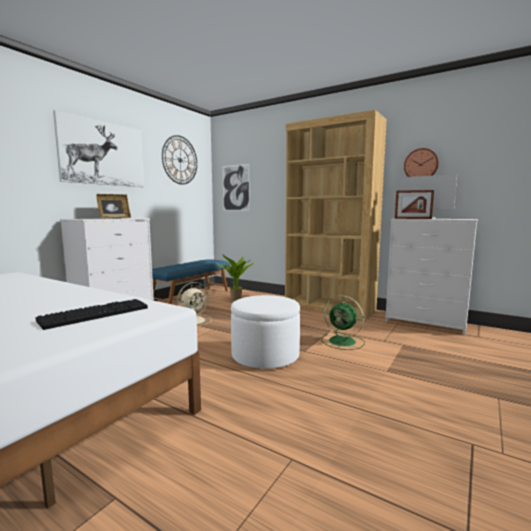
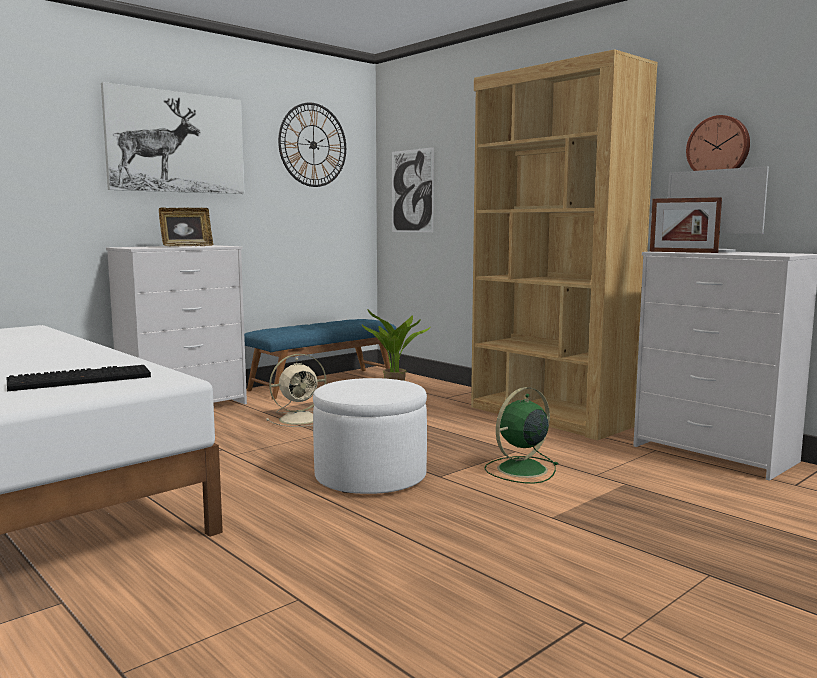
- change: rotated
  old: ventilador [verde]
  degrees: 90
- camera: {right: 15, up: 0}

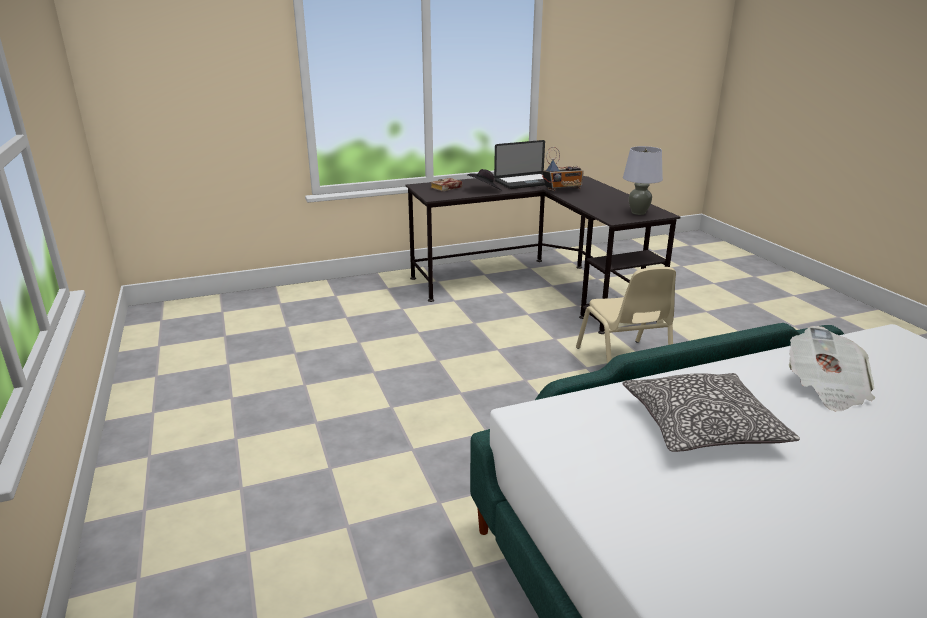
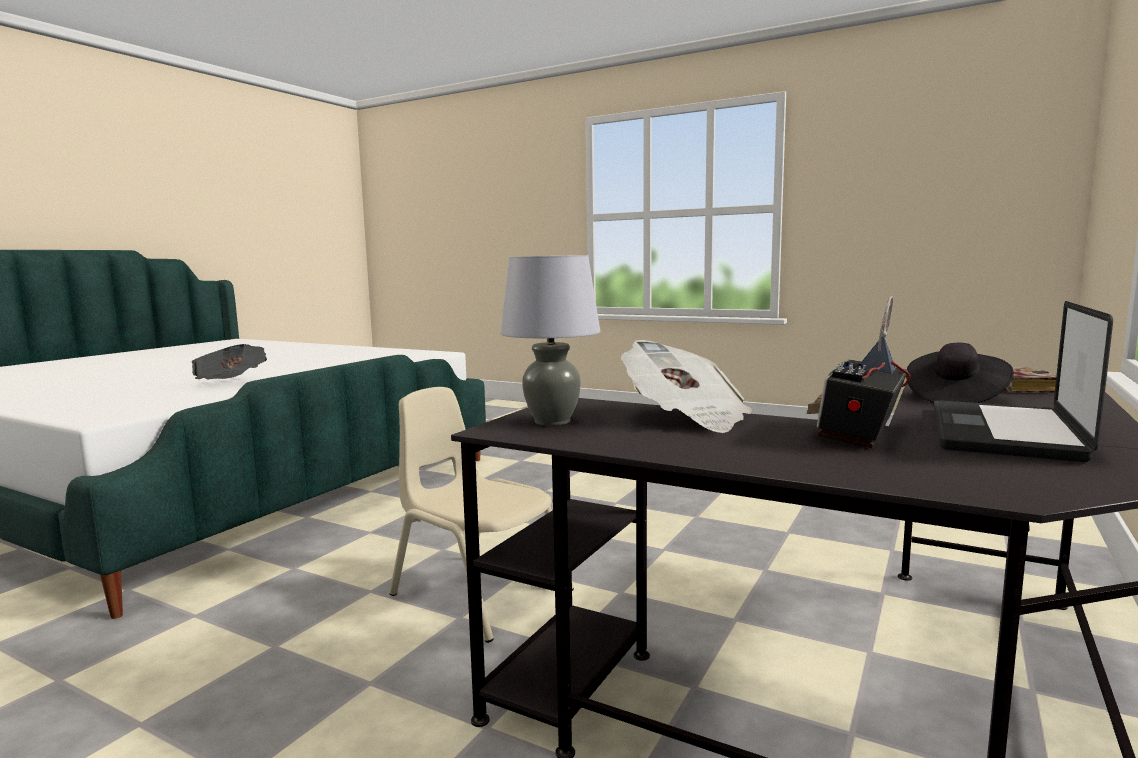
- change: new
  new: periódico (no. 2 from left)
- change: gone
  old: cojín
- camera: {right: 140, up: -15}

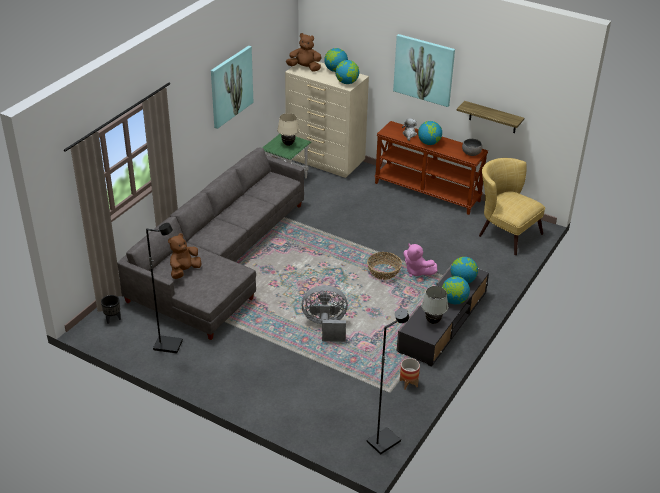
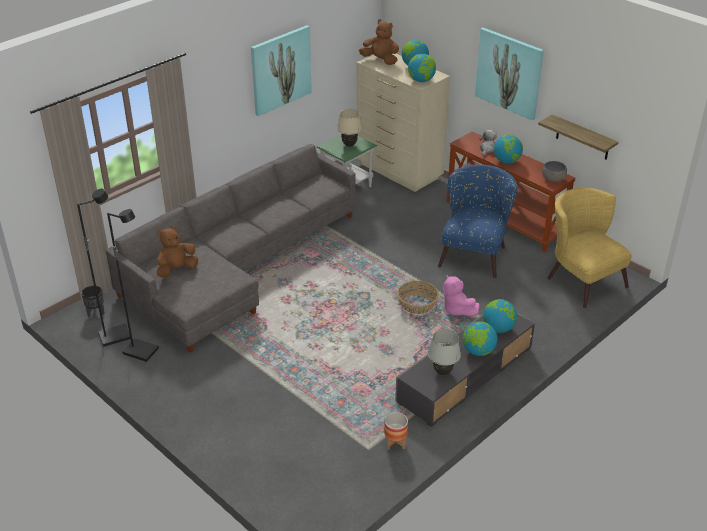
- change: shifted
  old: lámpara de pie [negro] (no. 2 from left in the first image)
  new: lámpara de pie [negro] (no. 1 from left)
- change: new
  new: sillón [azul]
- change: gone
  old: ventilador [gris]
- camera: {right: 15, up: 0}

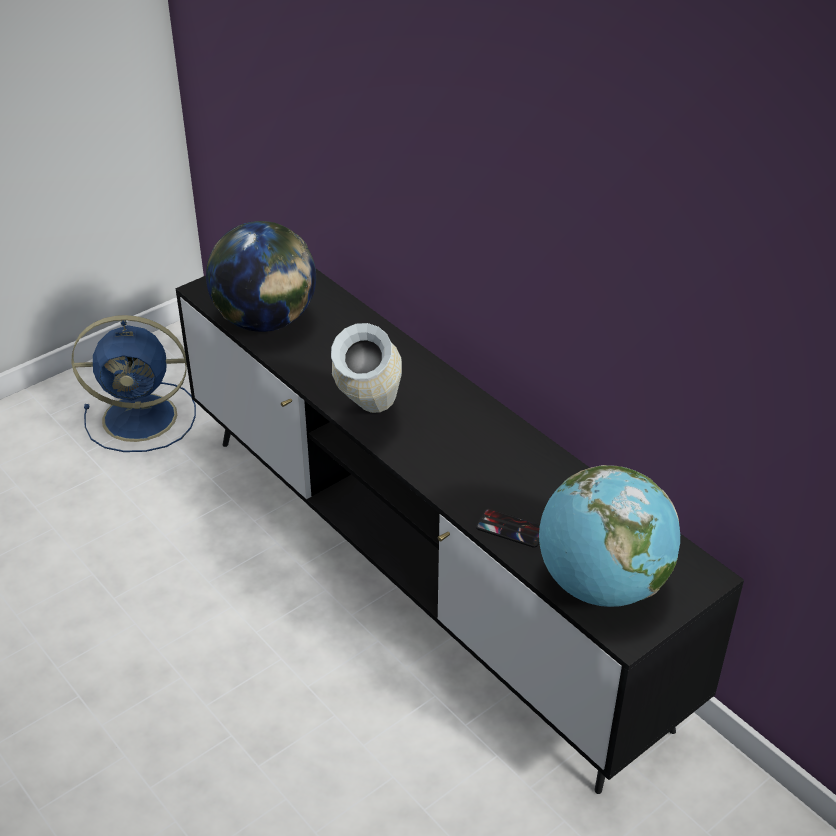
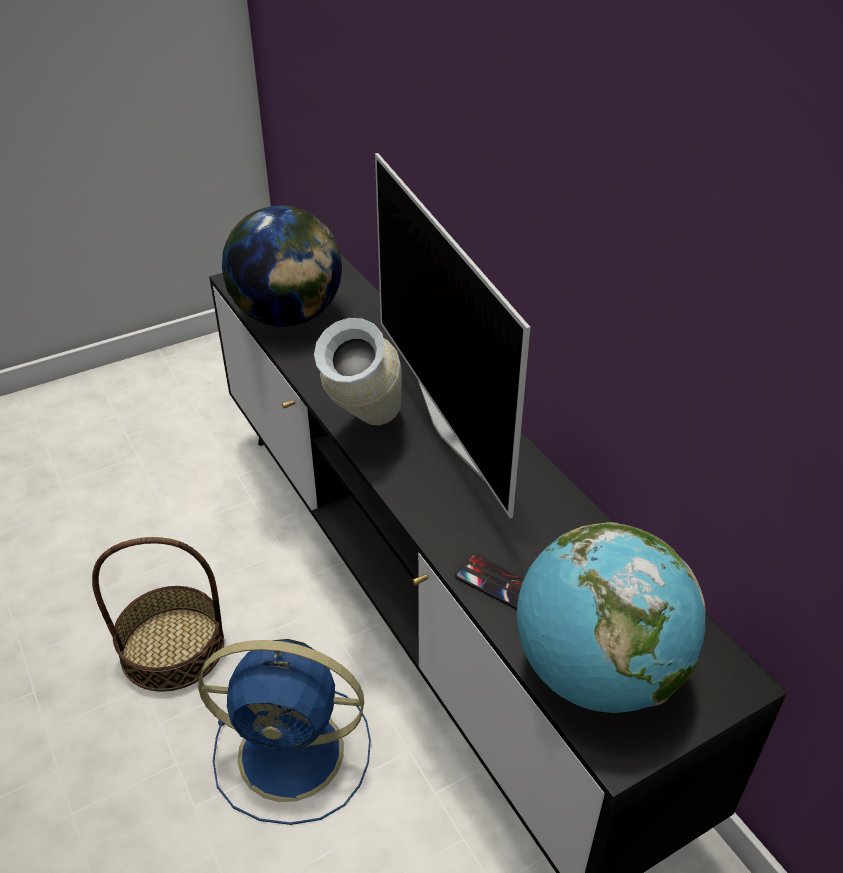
- change: new
  new: cesta
- change: shifted
  old: ventilador [azul]
- change: new
  new: televisor
- camera: {right: 10, up: 0}

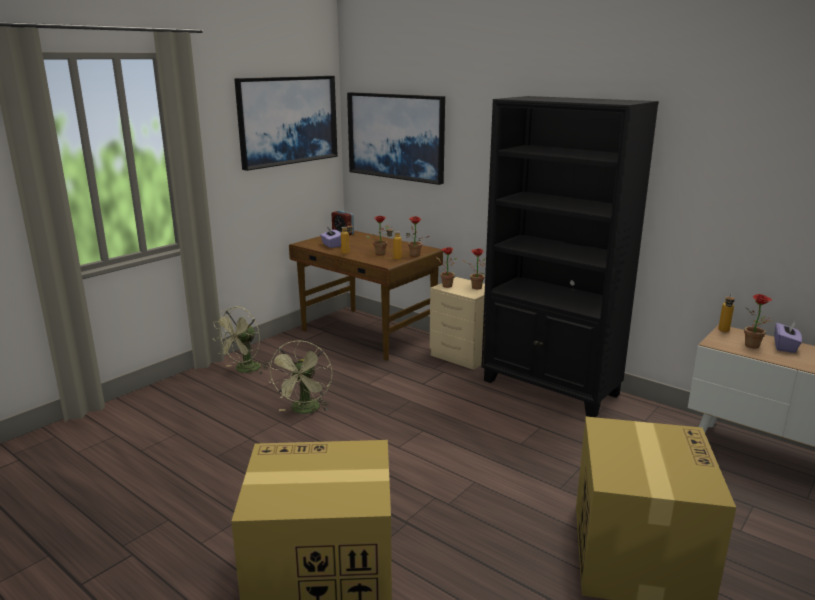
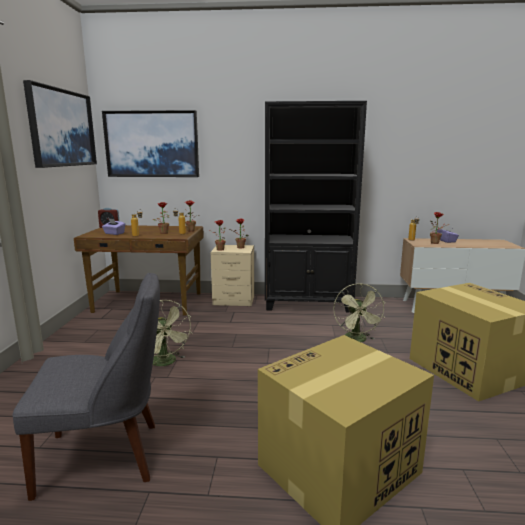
- change: new
  new: silla [gris]
- change: shifted
  old: ventilador [verde] (no. 1 from left in the first image)
  new: ventilador [verde] (no. 2 from left)
- camera: {right: -35, up: -5}

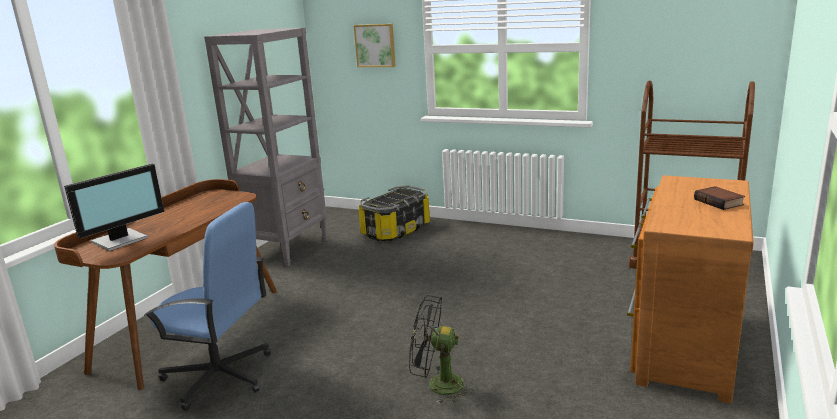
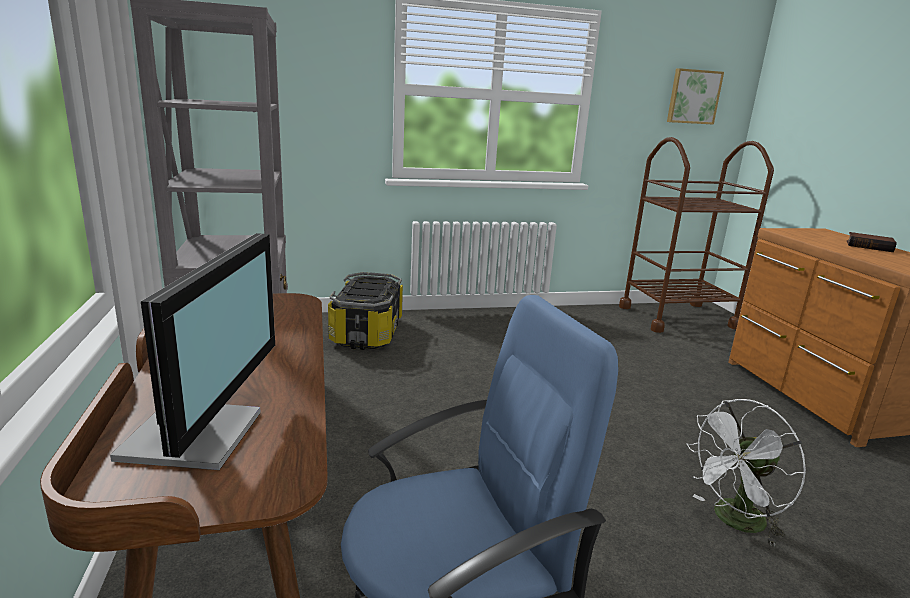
- change: shifted
  old: cuadro
- change: repainted
  old: ventilador [negro]
  new: ventilador [blanco]
- camera: {right: -40, up: 0}

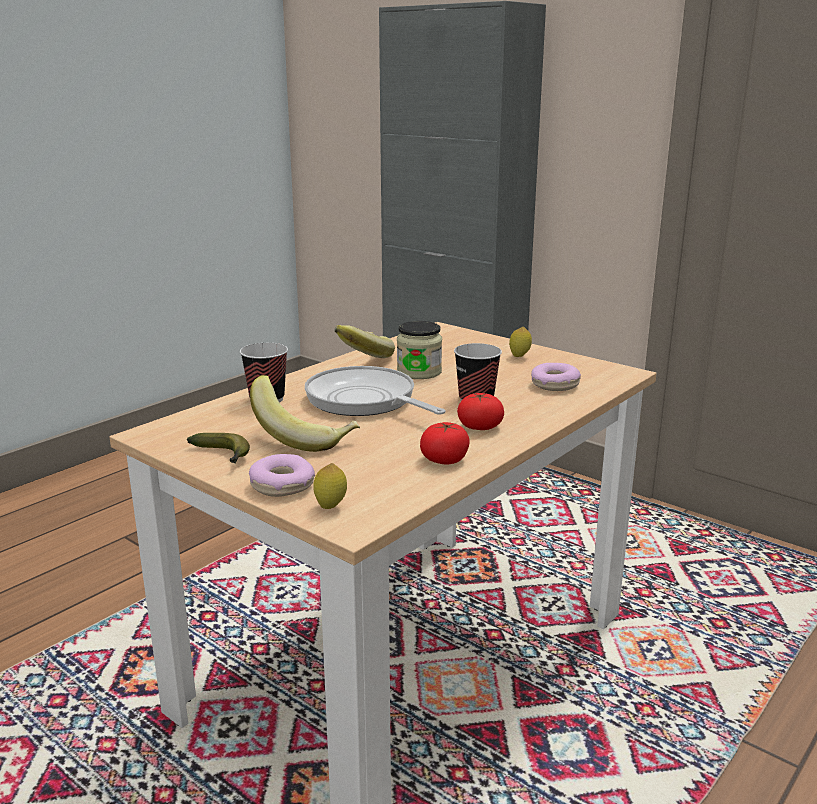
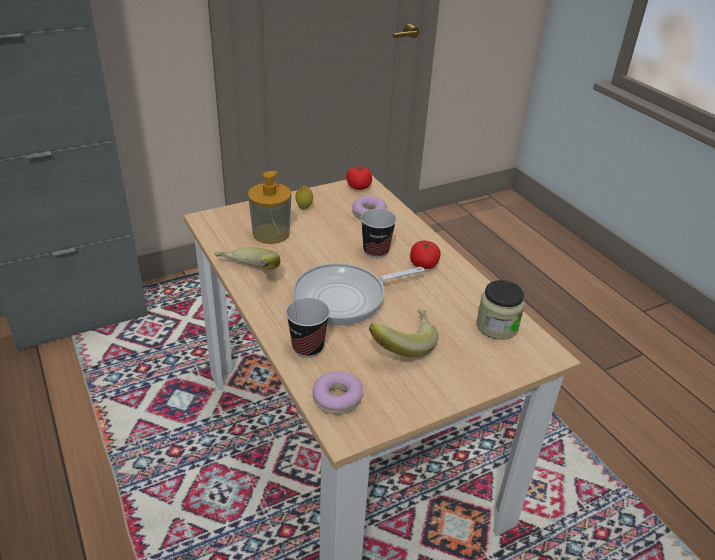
- change: new
  new: dispensador de jabón
- change: shifted
  old: rosquilla (no. 1 from left)
- change: shifted
  old: tomate (no. 1 from left)
- change: shifted
  old: tarro
- change: gone
  old: plátano (no. 1 from left)
- change: gone
  old: limón (no. 1 from left)
- camera: {right: -70, up: 15}

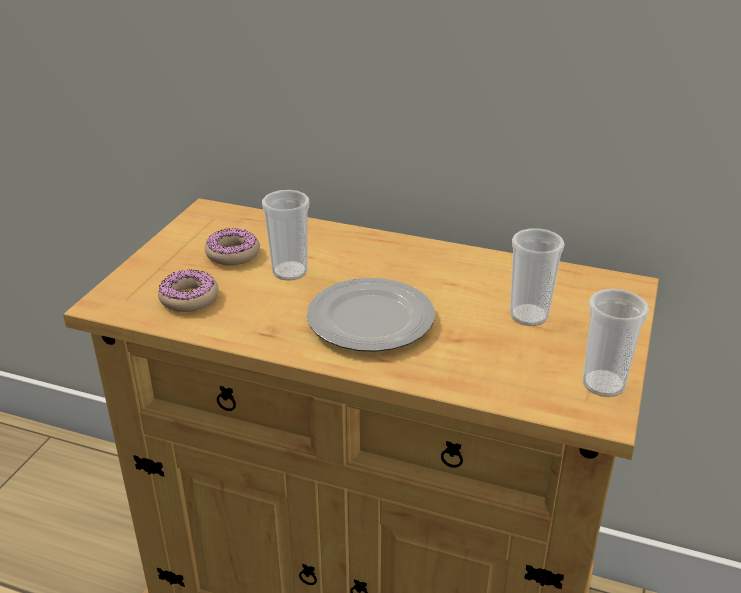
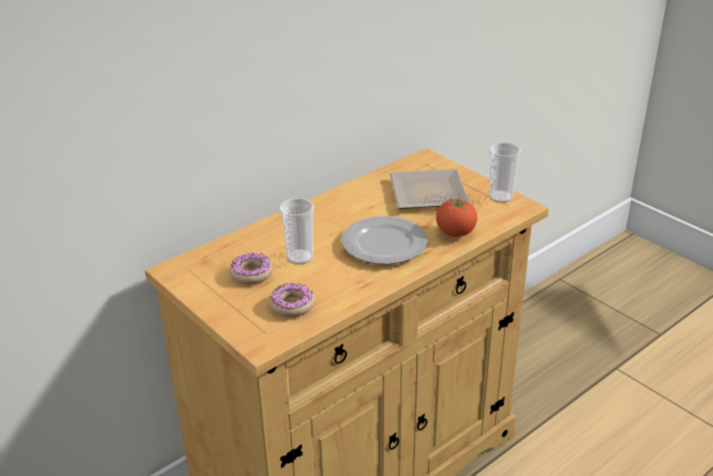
- change: swapped
  old: taza (no. 2 from left)
  new: plato (no. 2 from left)
- change: new
  new: tomate
- camera: {right: -60, up: 0}

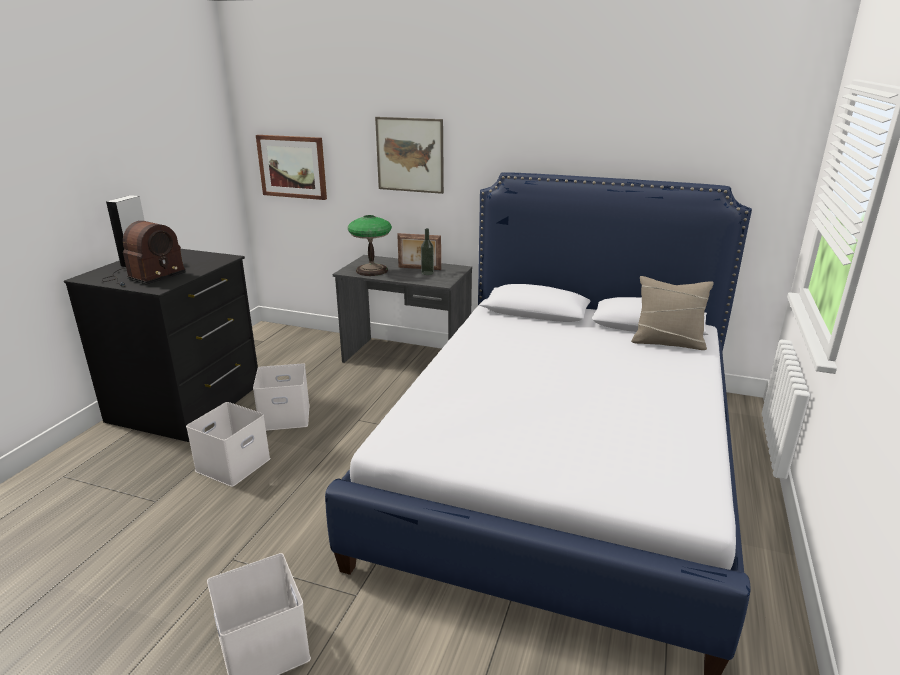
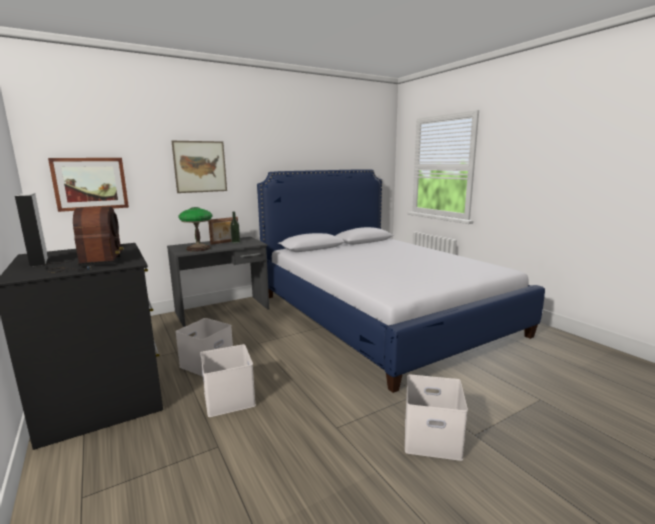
- change: gone
  old: cojín [beis]
- camera: {right: -50, up: -10}

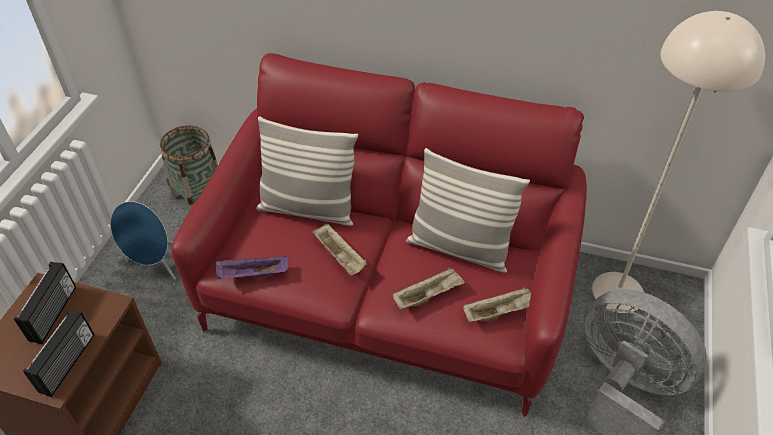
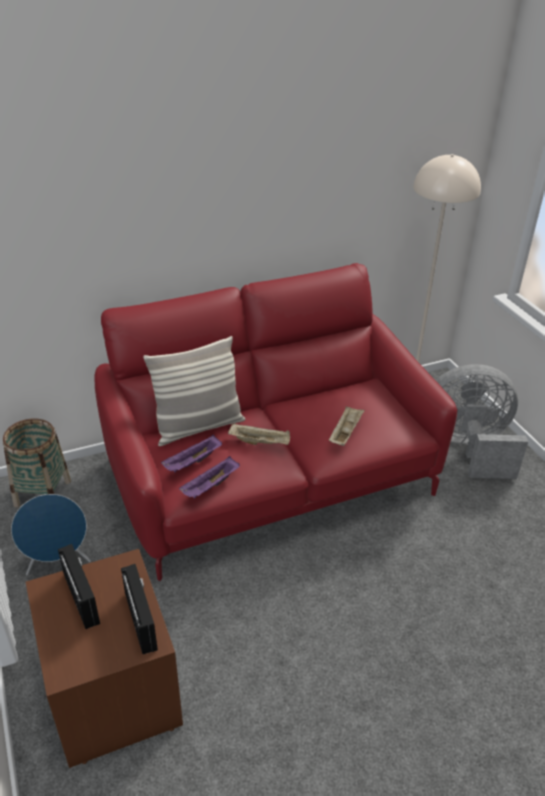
- change: new
  new: bandeja [morado] (no. 1 from left)
- change: gone
  old: cojín (no. 2 from left)
- change: gone
  old: bandeja [beis] (no. 3 from left)
- camera: {right: -40, up: -10}

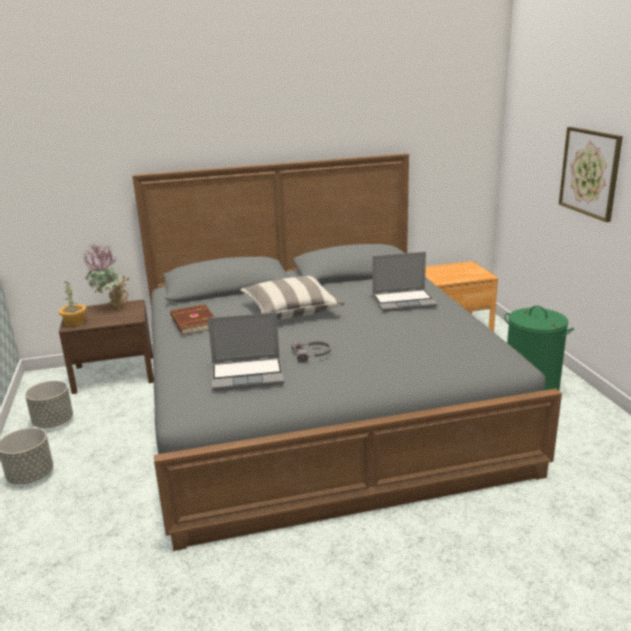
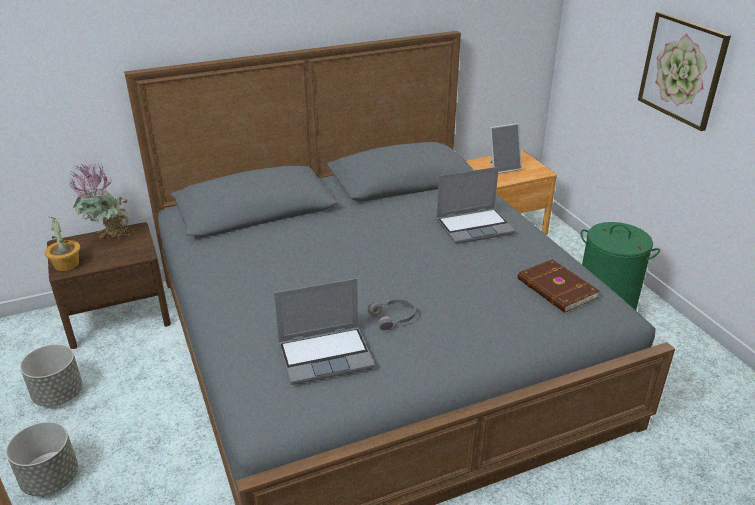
- change: new
  new: portarretratos
- change: shifted
  old: libro [marrón]
- change: gone
  old: cojín
- camera: {right: -10, up: 10}

